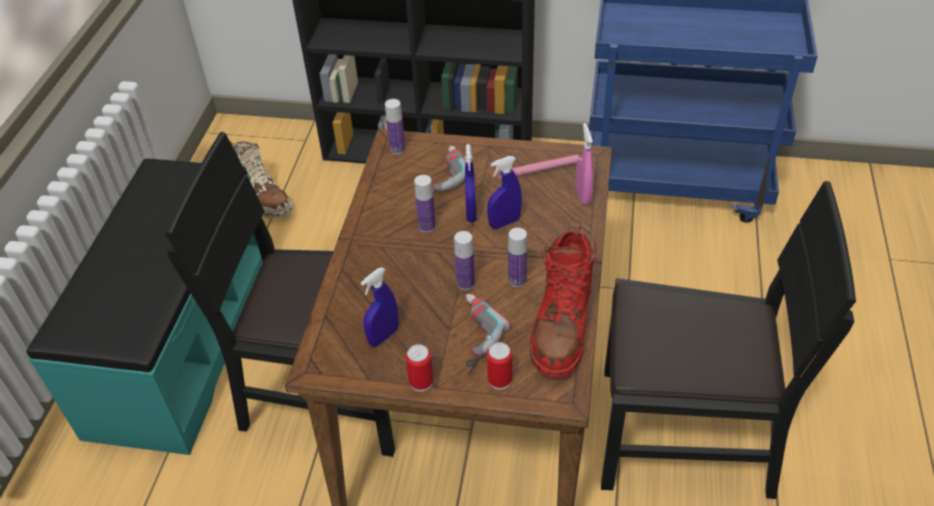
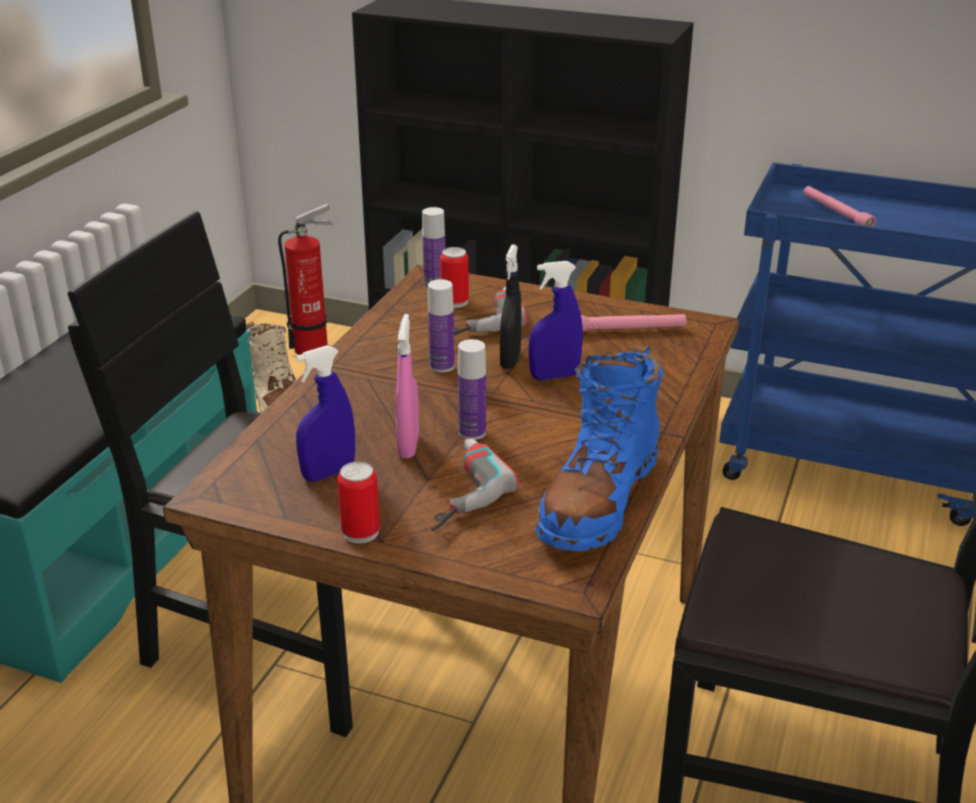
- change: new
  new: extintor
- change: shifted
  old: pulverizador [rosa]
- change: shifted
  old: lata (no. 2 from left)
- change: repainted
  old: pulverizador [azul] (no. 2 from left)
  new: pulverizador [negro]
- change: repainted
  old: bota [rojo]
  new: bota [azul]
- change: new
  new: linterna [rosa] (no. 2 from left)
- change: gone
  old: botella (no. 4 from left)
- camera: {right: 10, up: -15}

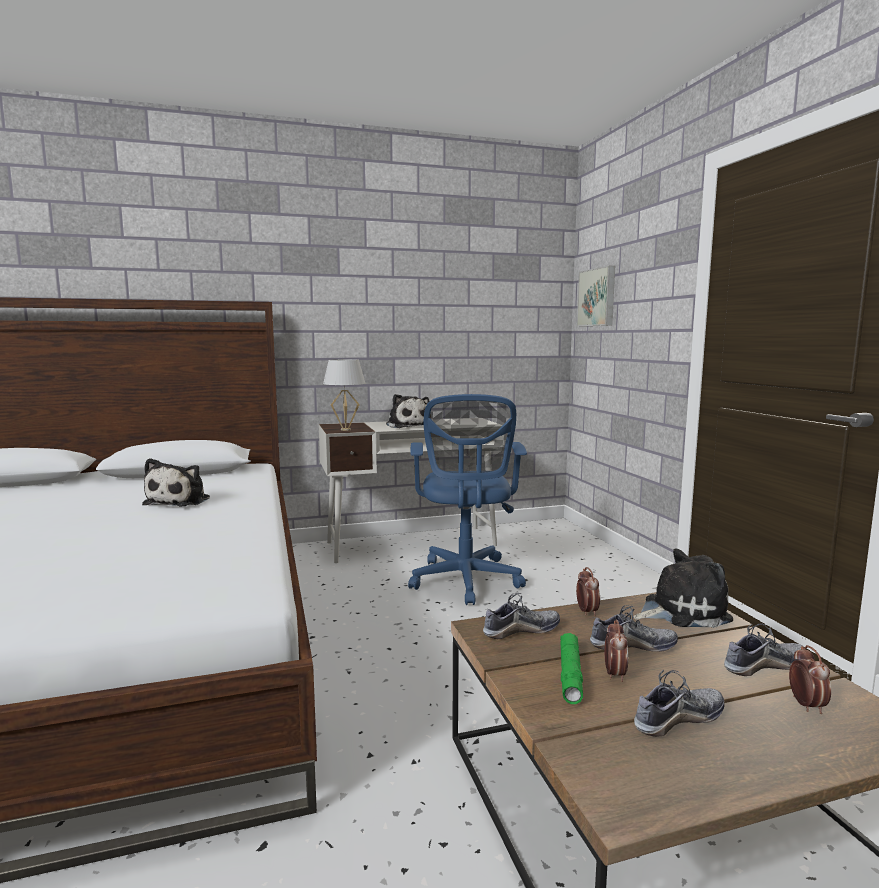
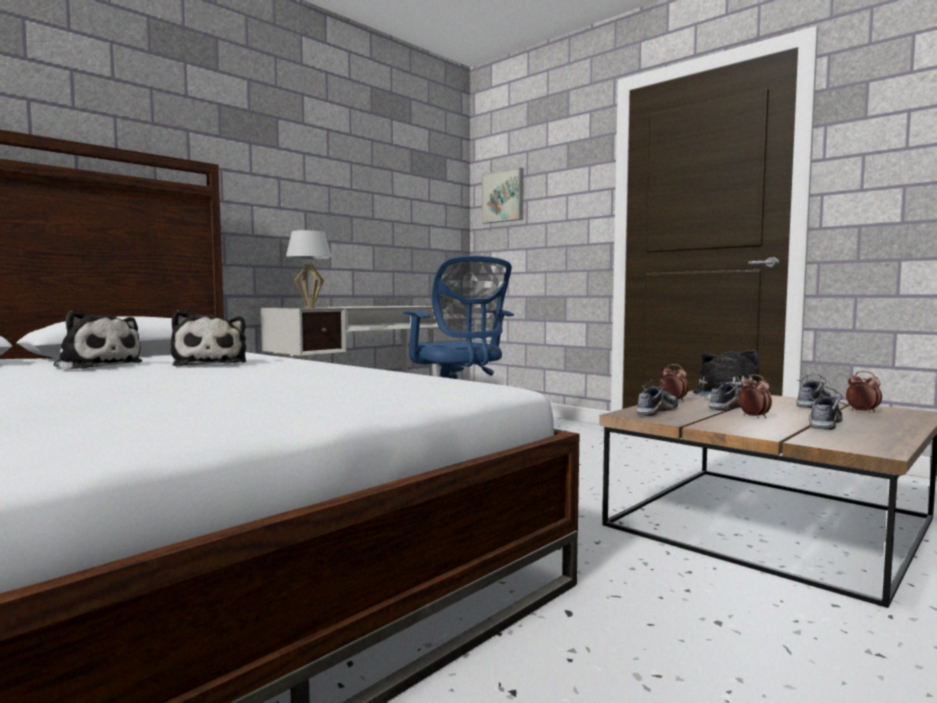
- change: shifted
  old: peluche (no. 2 from left in the first image)
  new: peluche (no. 1 from left)
- change: gone
  old: linterna [verde]
- camera: {right: -30, up: -5}

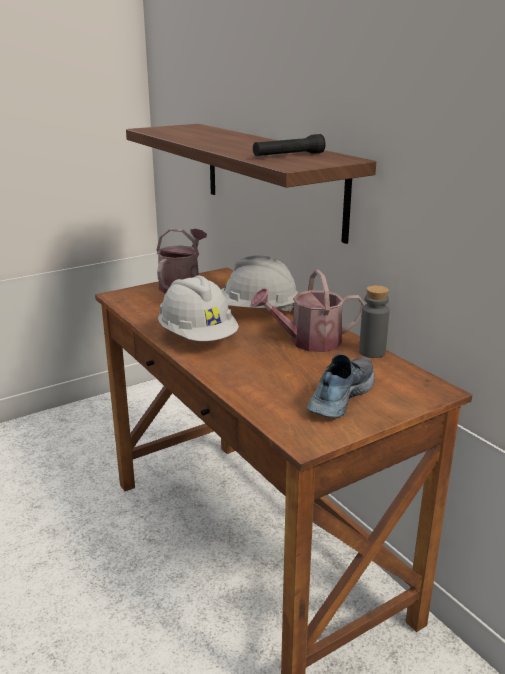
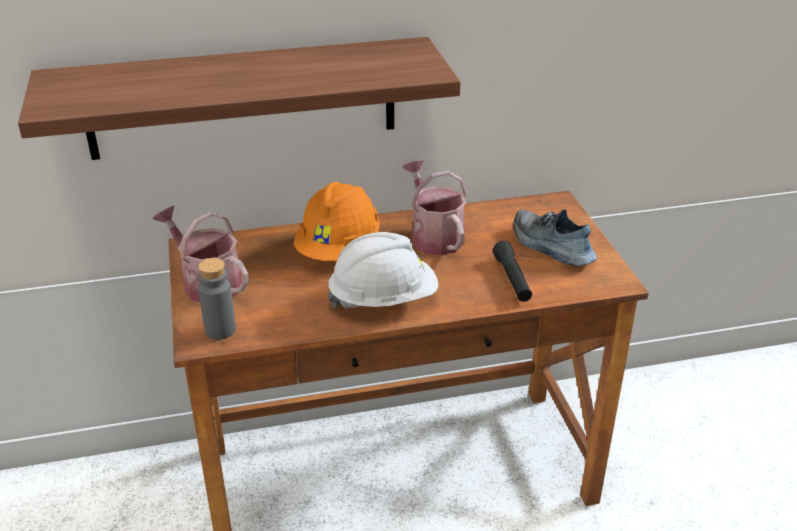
- change: shifted
  old: botella [gris]
- change: repainted
  old: casco [blanco] (no. 2 from left)
  new: casco [naranja]
- change: rotated
  old: regadera (no. 2 from left)
  degrees: 150
- change: shifted
  old: linterna [negro]
- camera: {right: -70, up: 10}

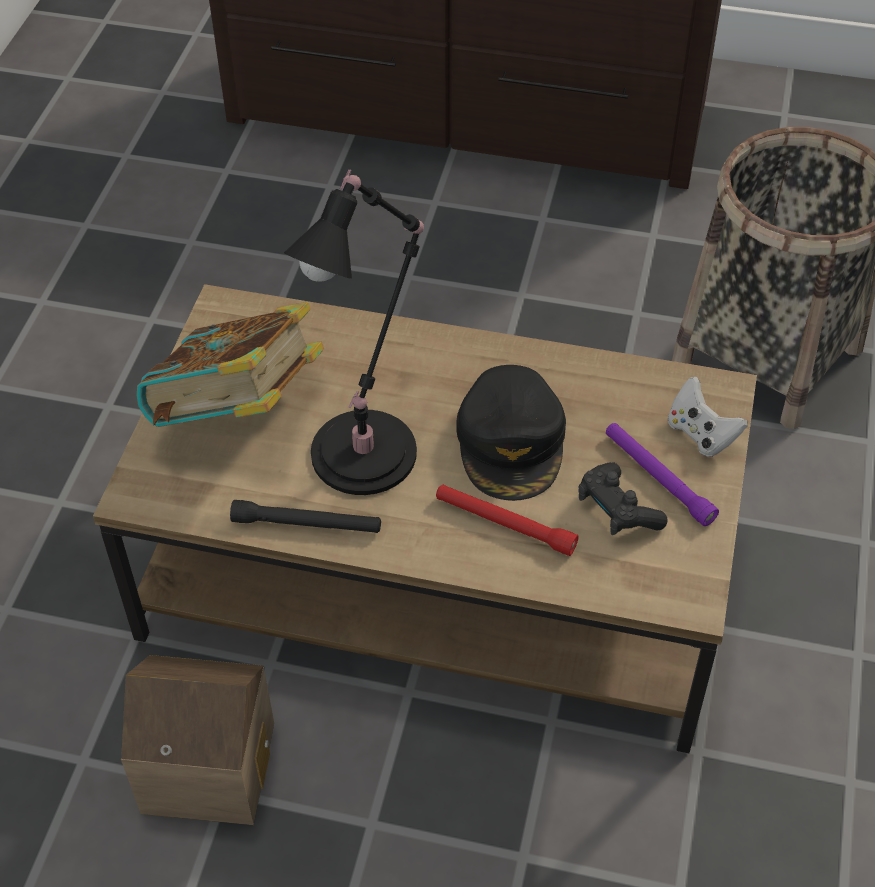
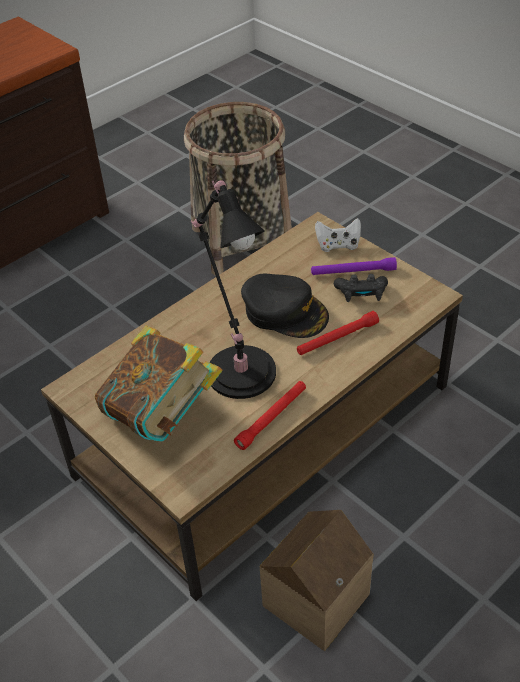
- change: repainted
  old: linterna [negro]
  new: linterna [rojo] (no. 1 from left)
- camera: {right: -55, up: -5}

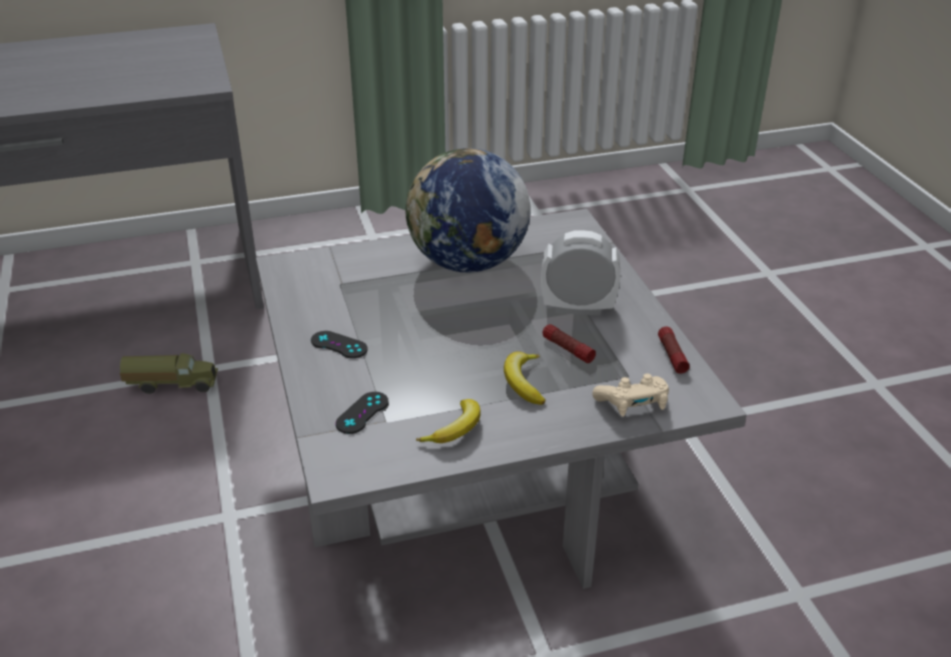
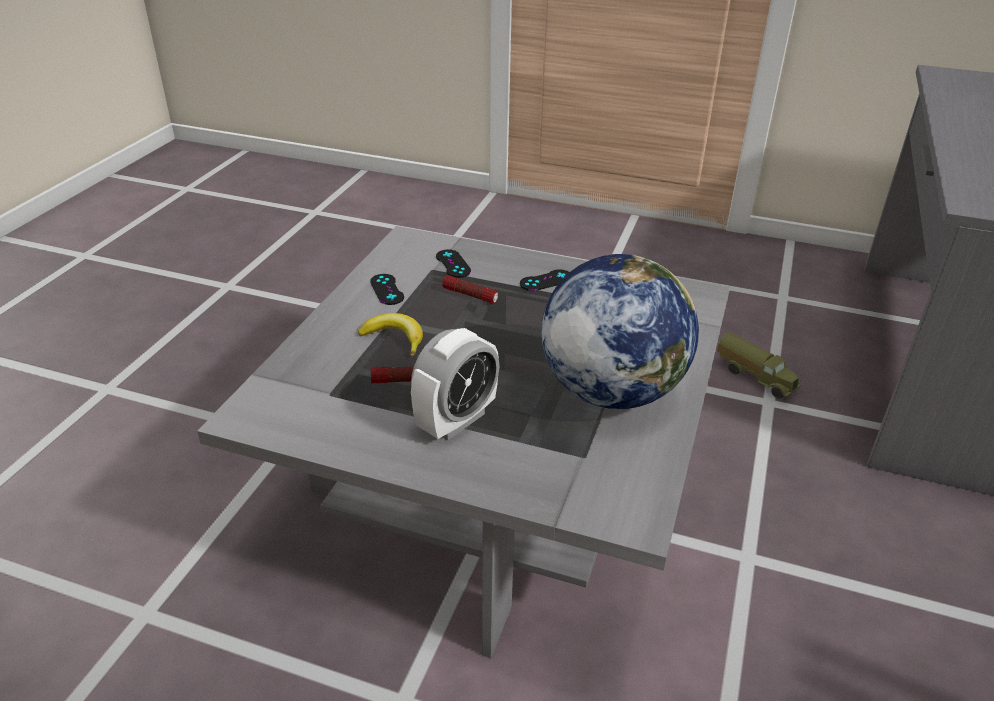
- change: swapped
  old: plátano (no. 1 from left)
  new: mando de consola [negro] (no. 1 from left)
- change: shifted
  old: linterna (no. 2 from left)
- change: rotated
  old: camión de juguete
  degrees: -75
- change: gone
  old: mando de consola [beis]
- camera: {right: 125, up: 0}

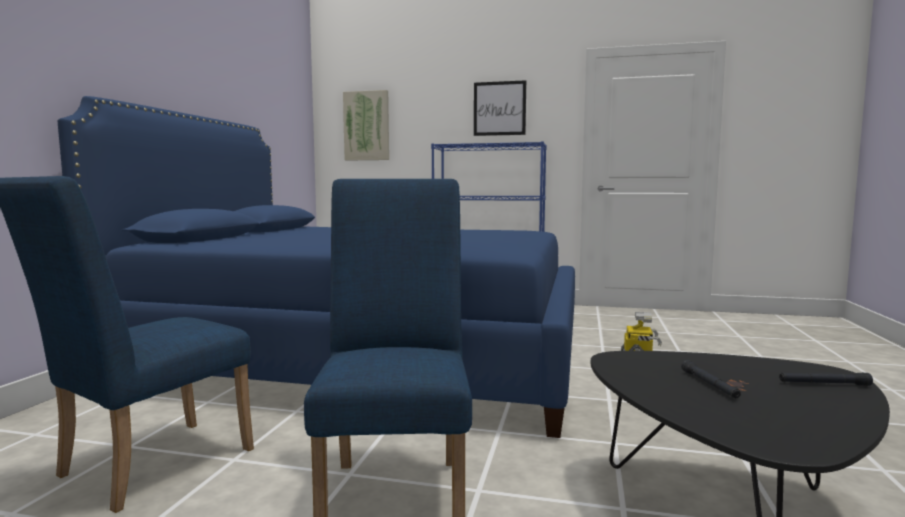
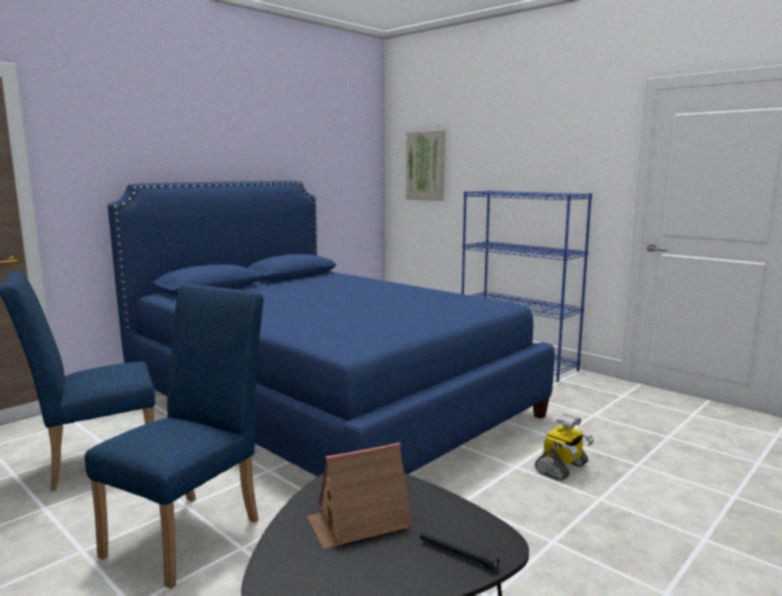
- change: swapped
  old: linterna [negro] (no. 1 from left)
  new: casita
- change: gone
  old: cuadro (no. 2 from left)
- camera: {right: 30, up: 5}

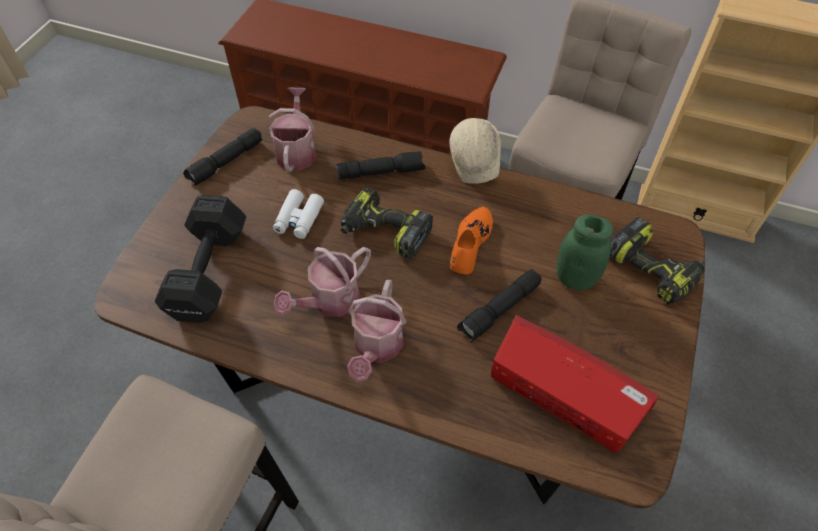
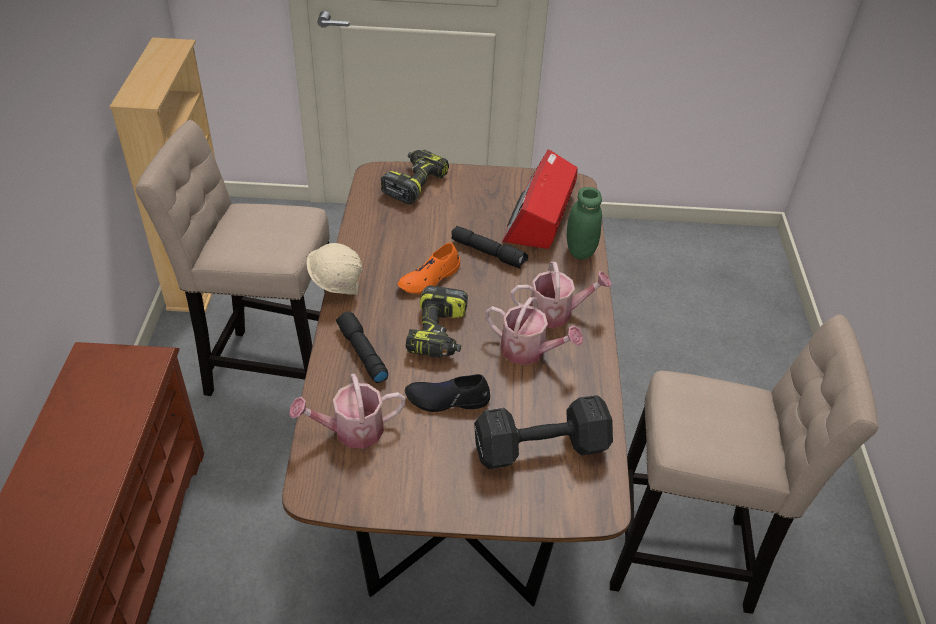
- change: rotated
  old: zapato [naranja]
  degrees: -45
- change: swapped
  old: prismáticos [blanco]
  new: zapato [negro]
- change: shifted
  old: tarro [verde]
- change: gone
  old: linterna [negro] (no. 1 from left)
- camera: {right: -110, up: -10}

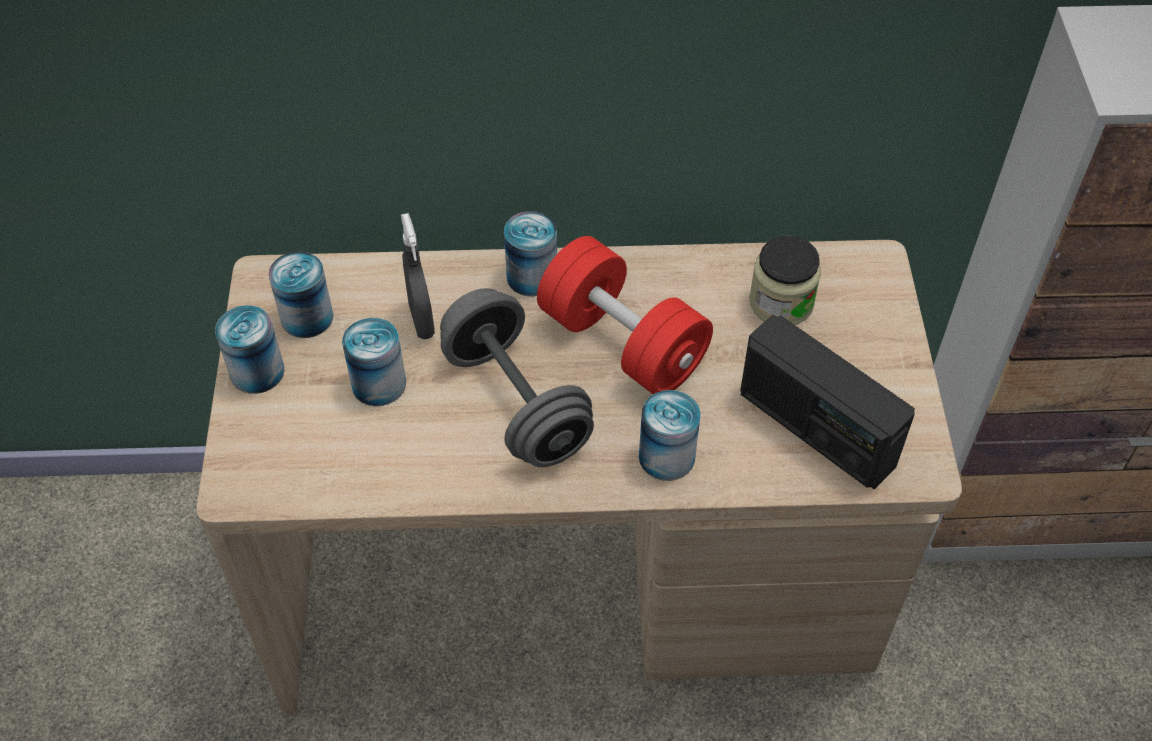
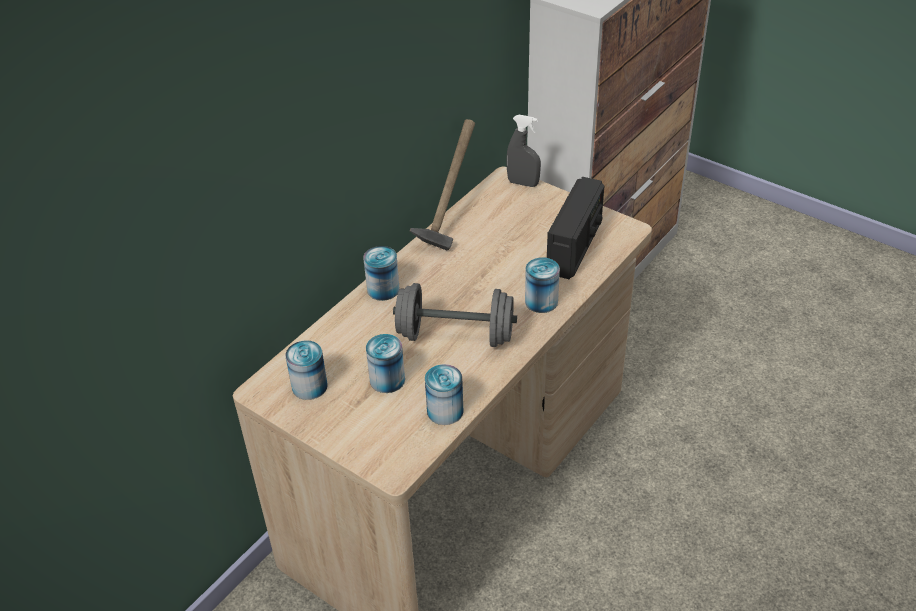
- change: new
  new: martillo
- change: shifted
  old: lata (no. 1 from left in the first image)
  new: lata (no. 4 from left)
- change: shifted
  old: pulverizador [gris]
- change: rotated
  old: radio
  degrees: -60
- change: gone
  old: mancuerna [rojo]
- change: gone
  old: tarro
- camera: {right: -50, up: -10}

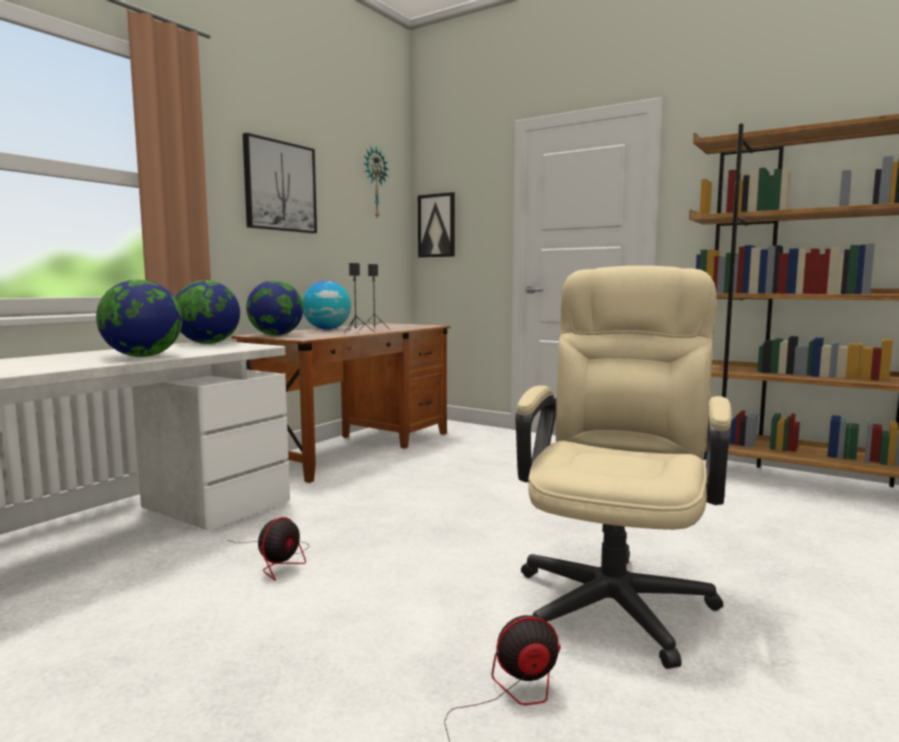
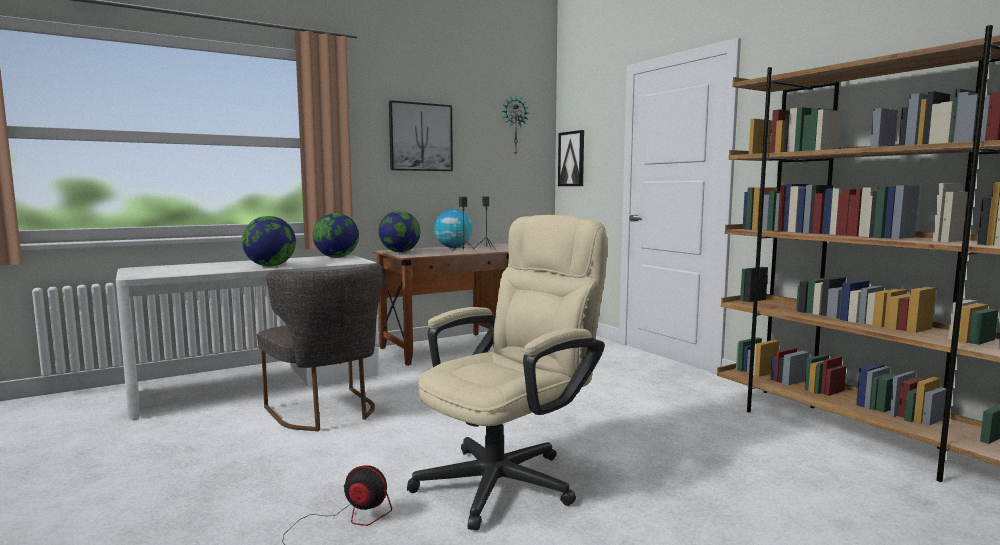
- change: swapped
  old: ventilador (no. 1 from left)
  new: silla [gris]
- camera: {right: 25, up: 0}

